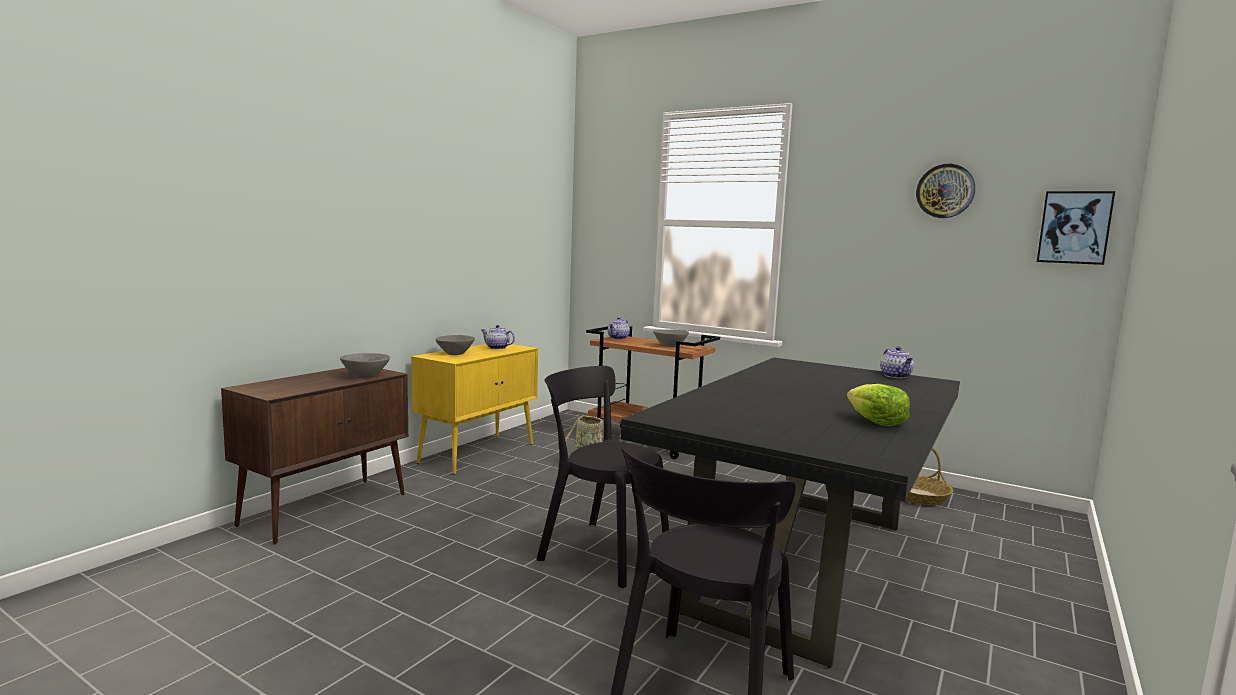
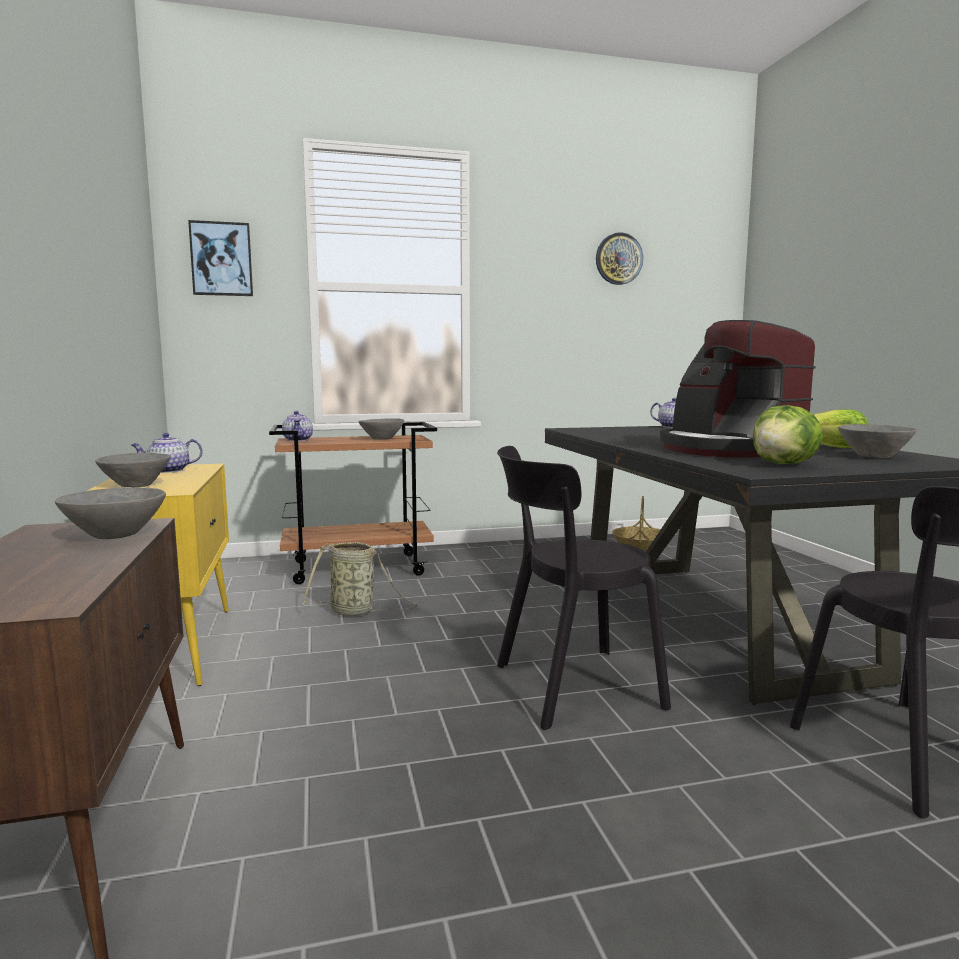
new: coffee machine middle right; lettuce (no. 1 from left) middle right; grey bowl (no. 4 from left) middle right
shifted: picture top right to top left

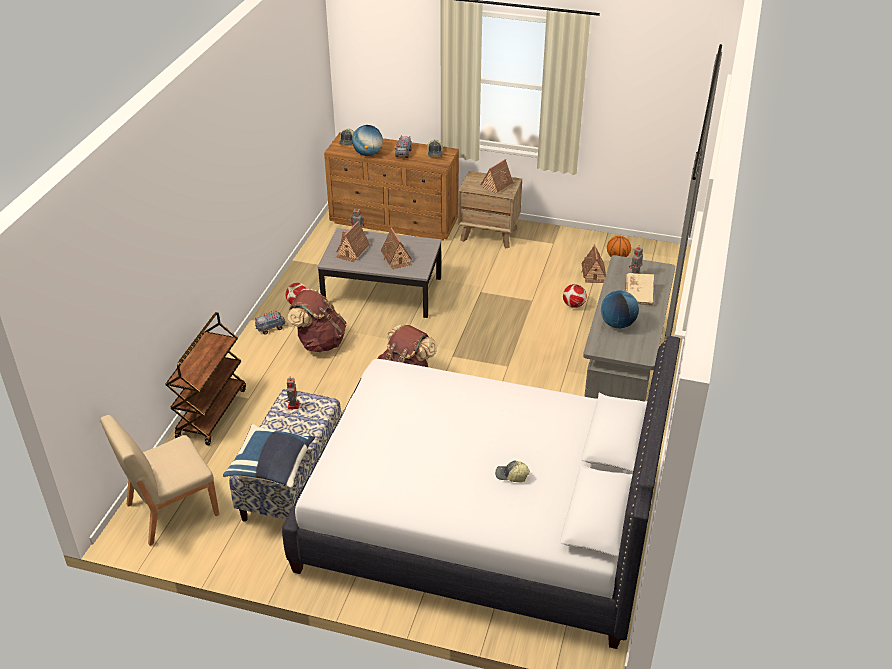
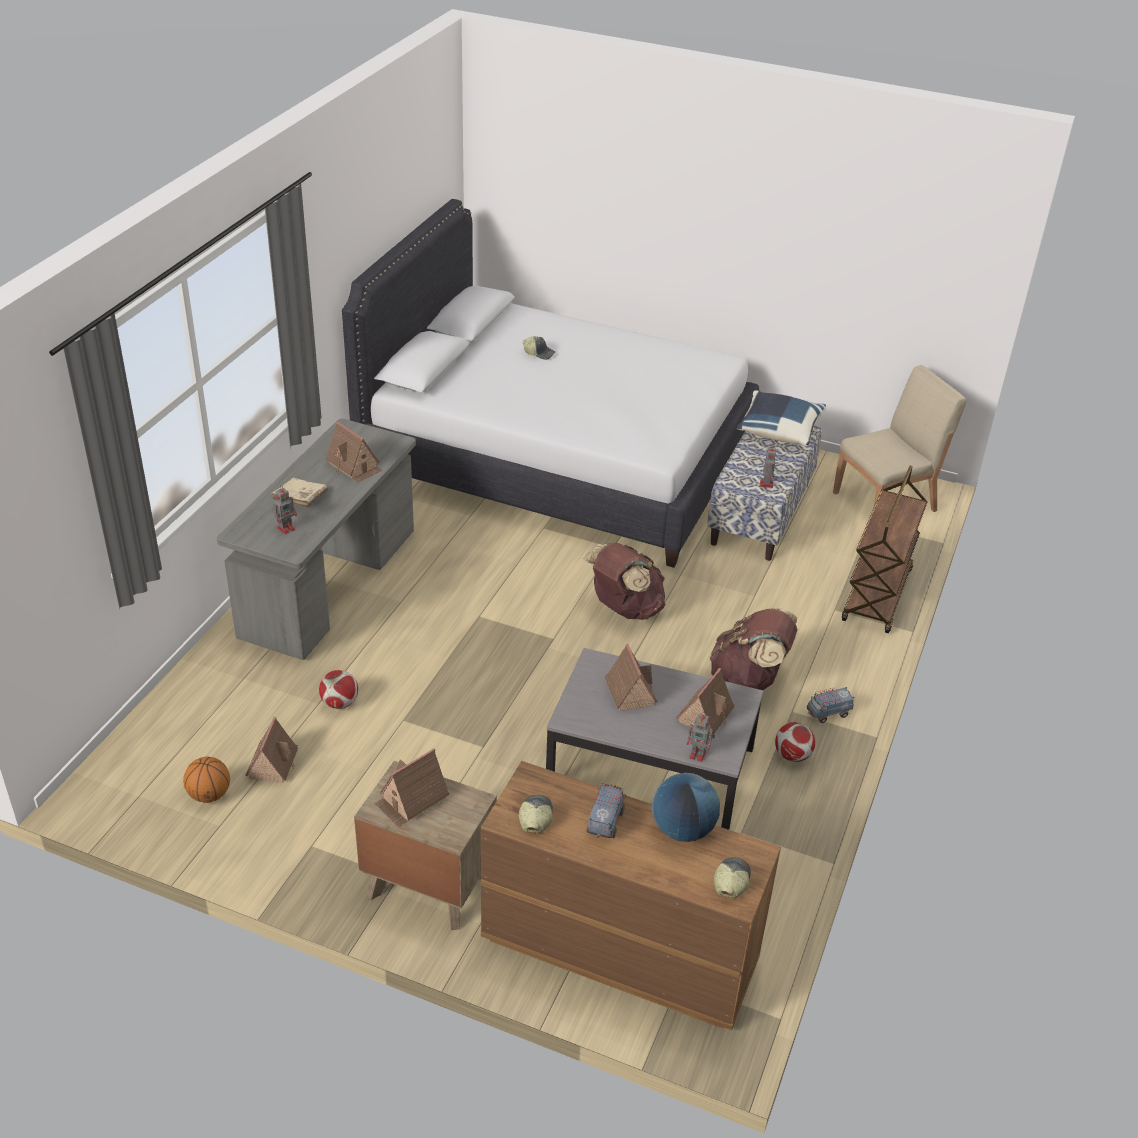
swapped: globe (no. 2 from left) middle right to toy house (no. 2 from left) middle left

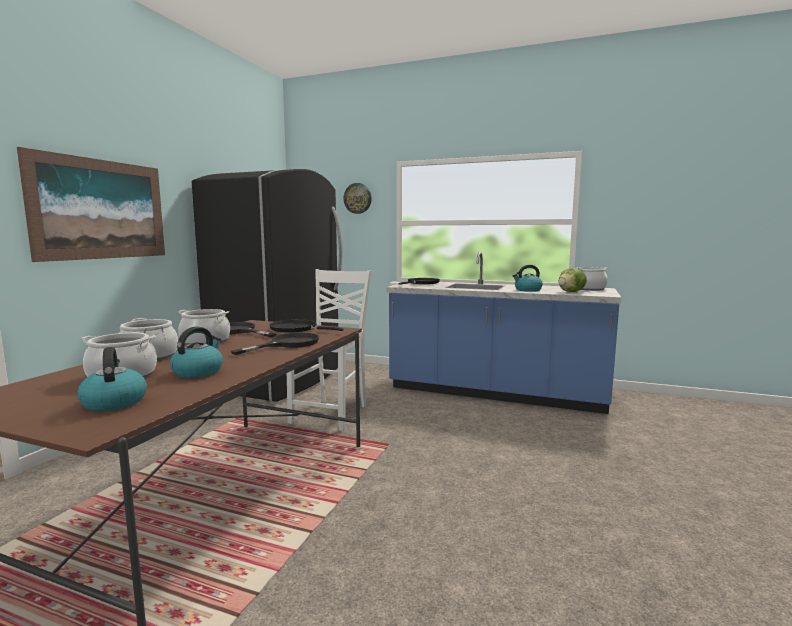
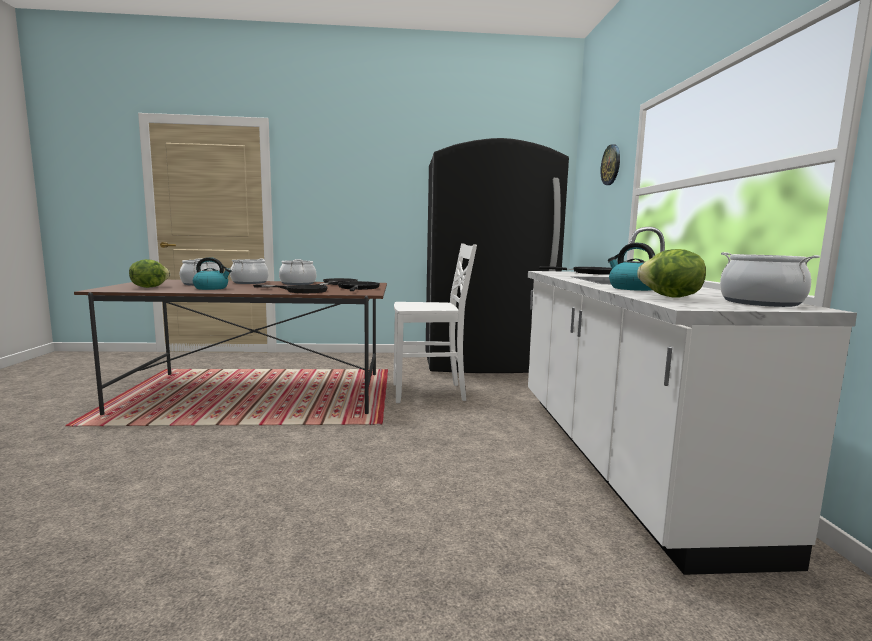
gone: picture top left
swapped: kettle (no. 1 from left) middle left to lettuce (no. 1 from left) middle left
repainted: blue counter centre to white counter middle right

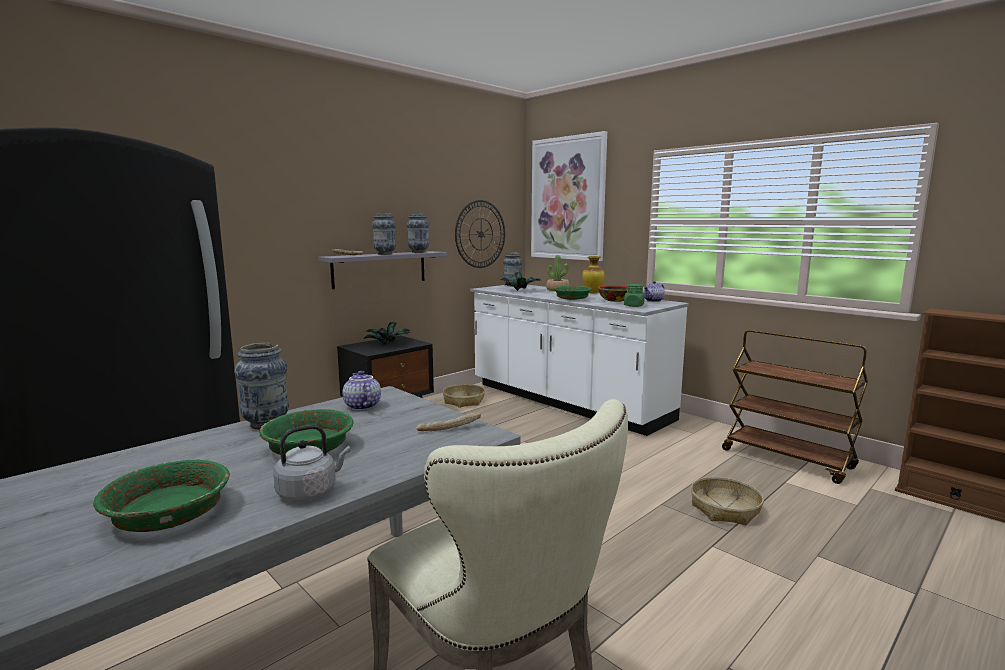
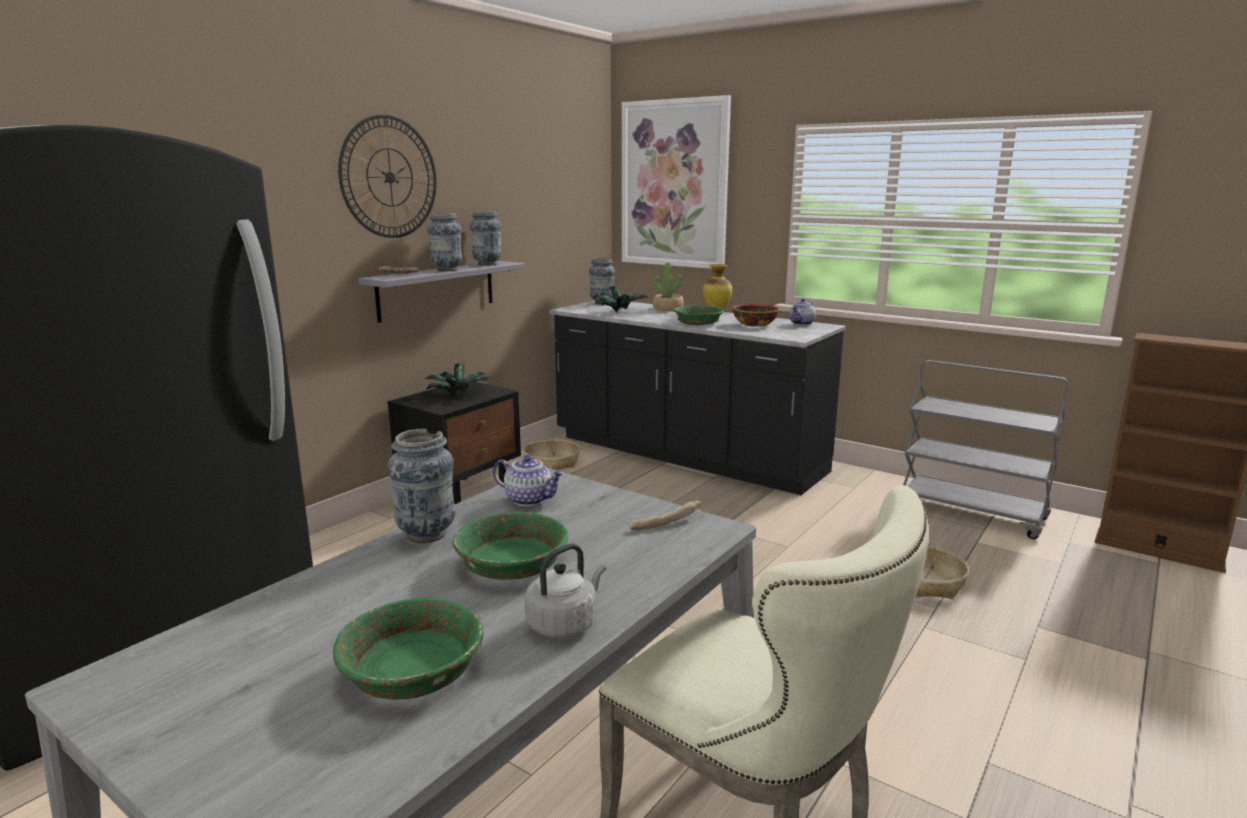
gone: green jar centre
shifted: wall clock centre to top left
repainted: white counter centre to black counter centre; brown cart middle right to grey cart middle right
rotated: teapot (no. 1 from left) centre = centre 150 degrees clockwise

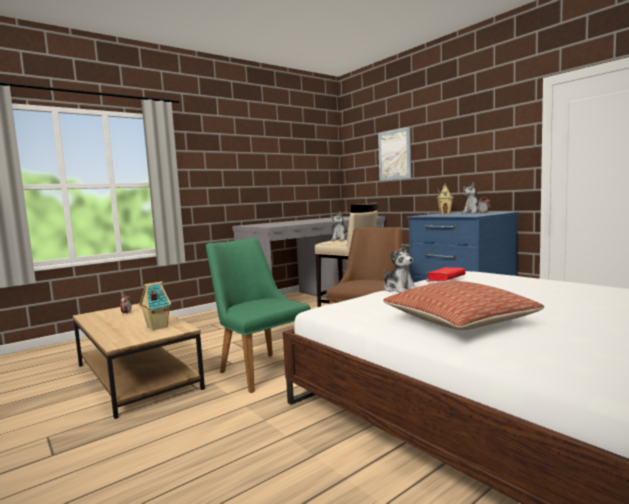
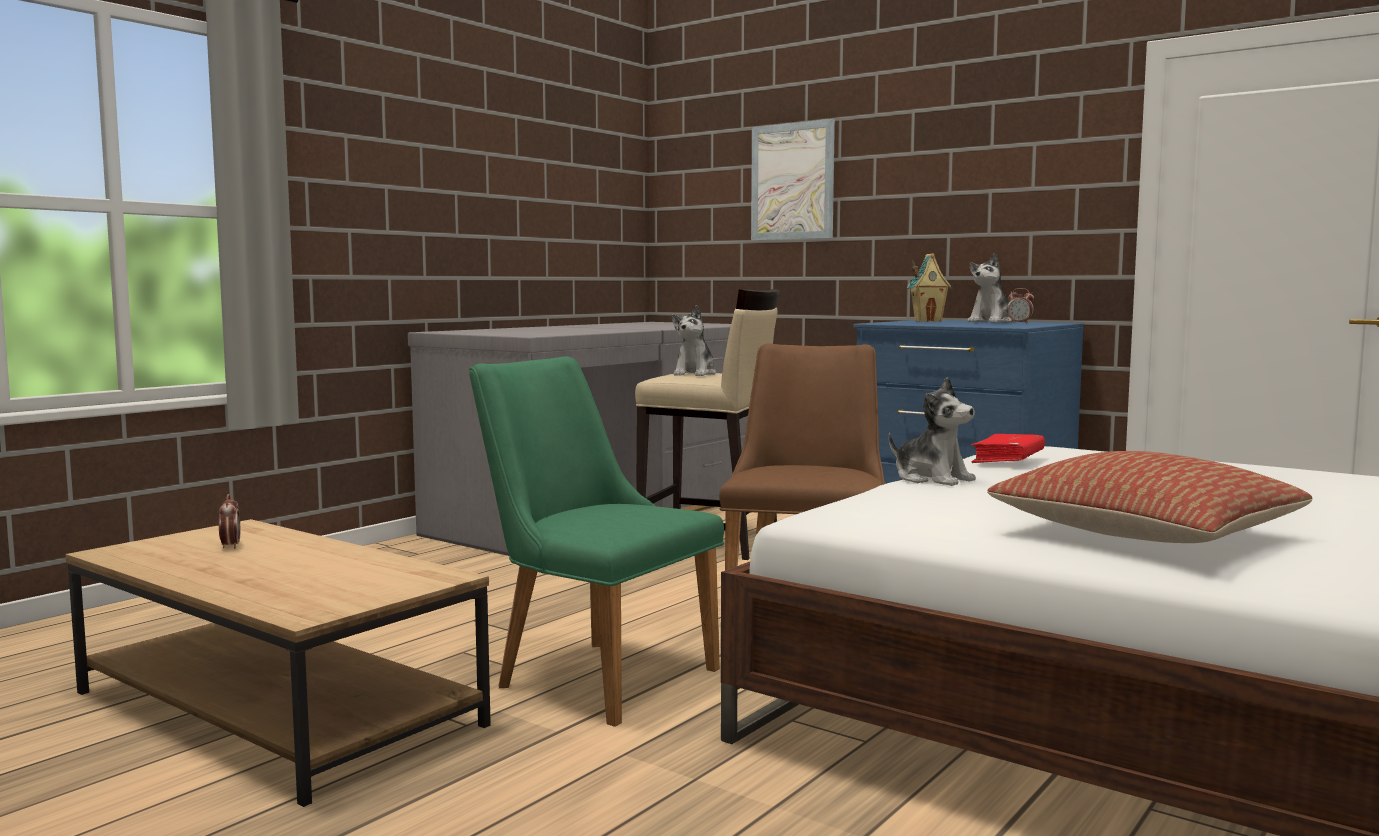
gone: toy house (no. 1 from left) middle left

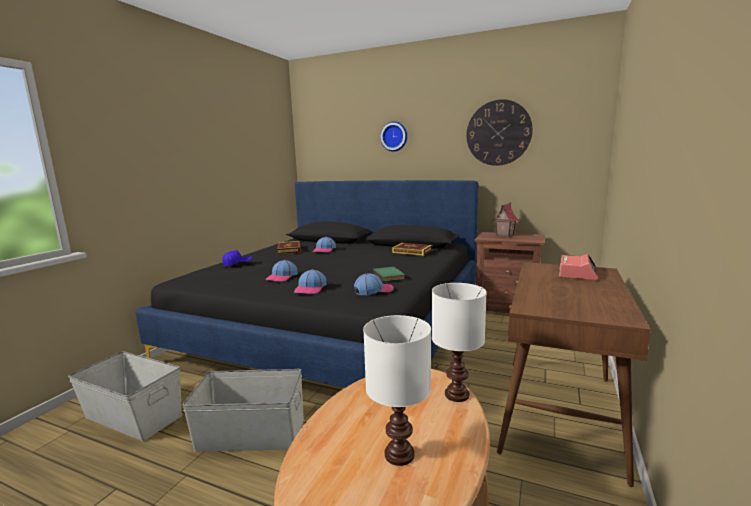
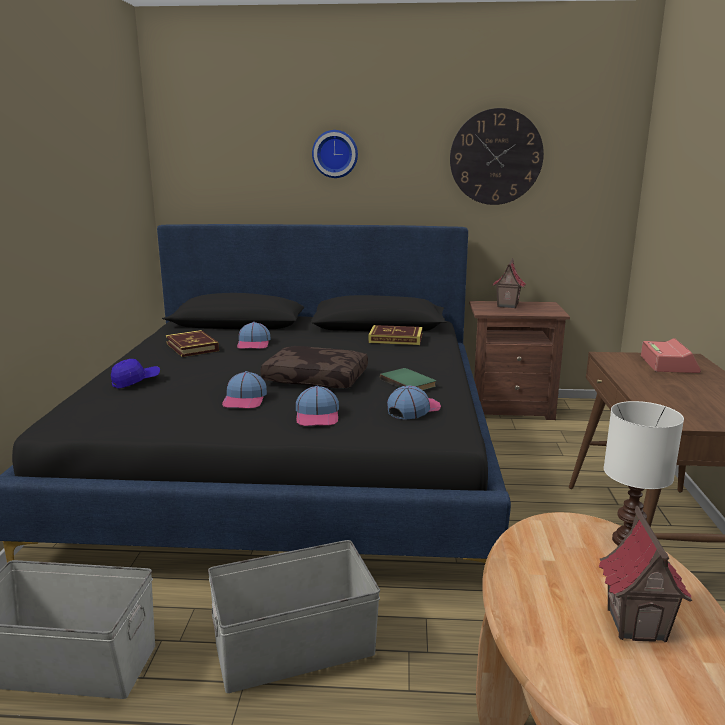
new: brown pillow centre
swapped: white table lamp (no. 1 from left) bottom centre to toy house (no. 2 from left) bottom right

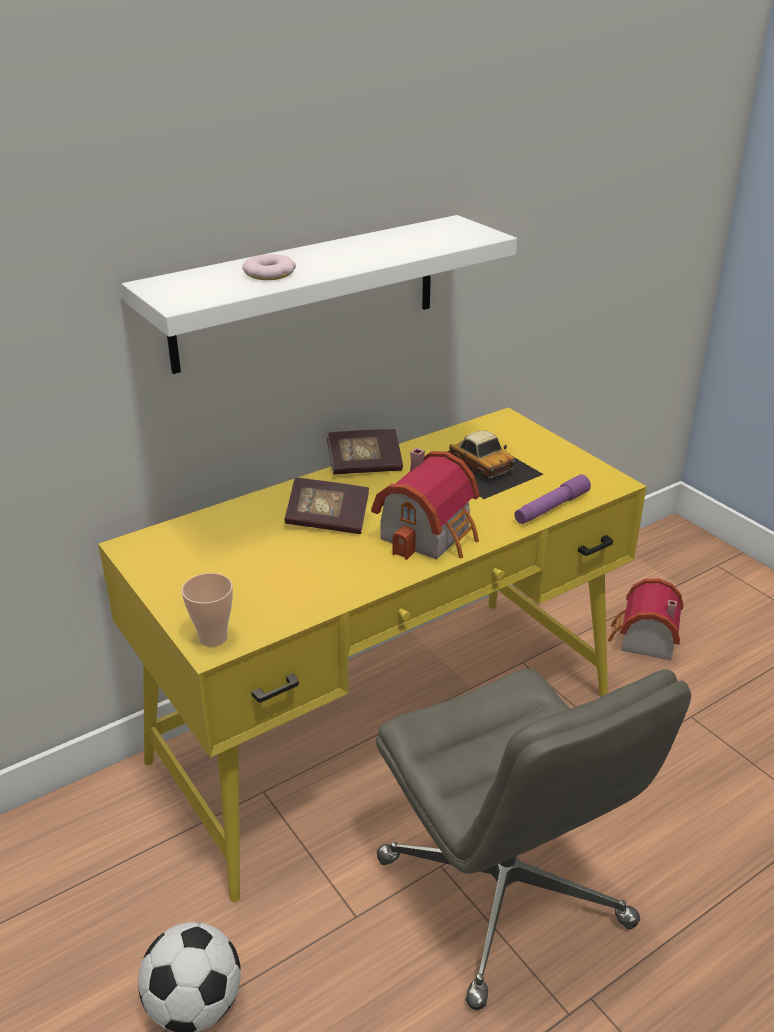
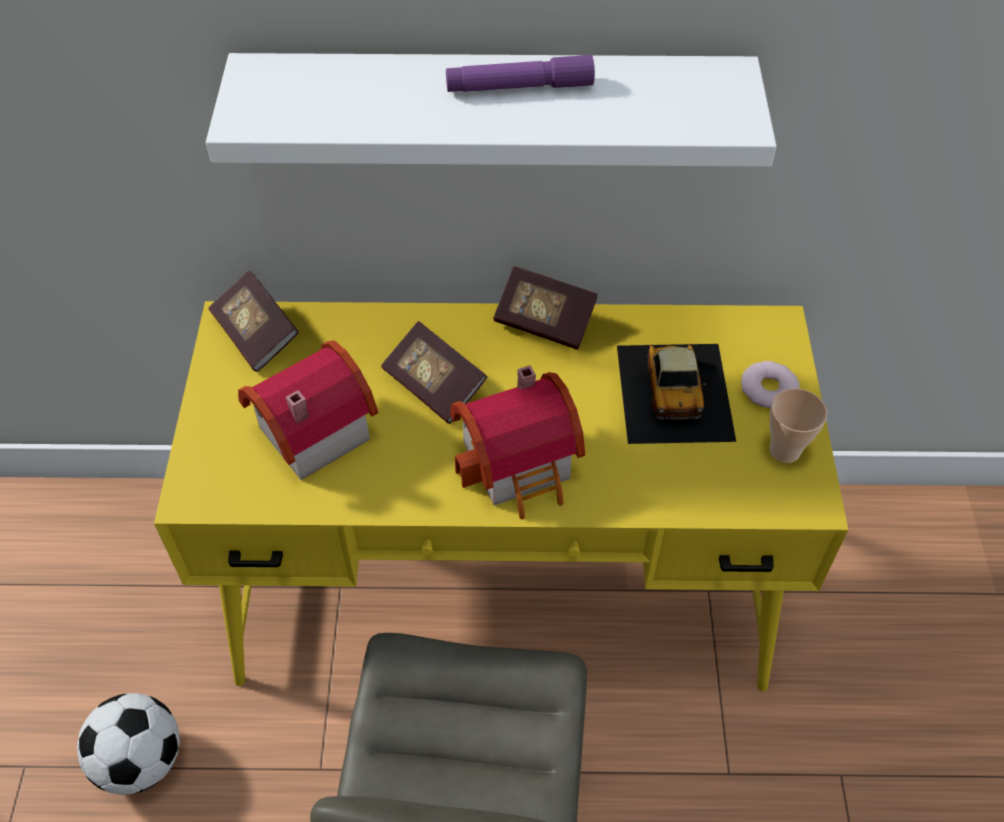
new: book (no. 1 from left) middle left
shifted: cup middle left to middle right; donut top centre to middle right; purple flashlight middle right to top centre; toy house (no. 2 from left in the first image) middle right to toy house (no. 1 from left) middle left

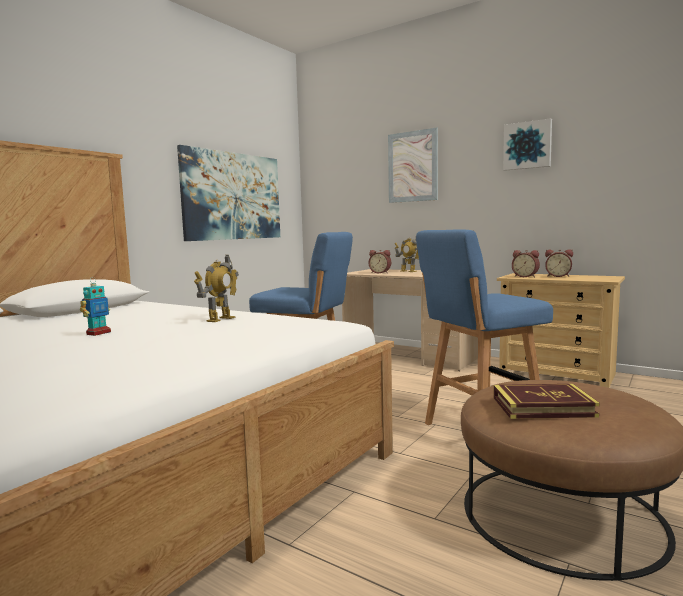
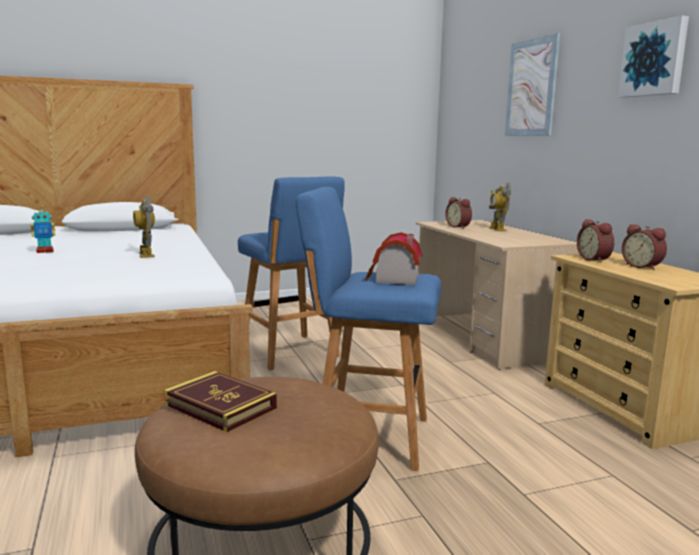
gone: picture (no. 1 from left) top centre
new: toy house centre
rotated: toy robot (no. 2 from left) middle left = middle left 90 degrees clockwise

